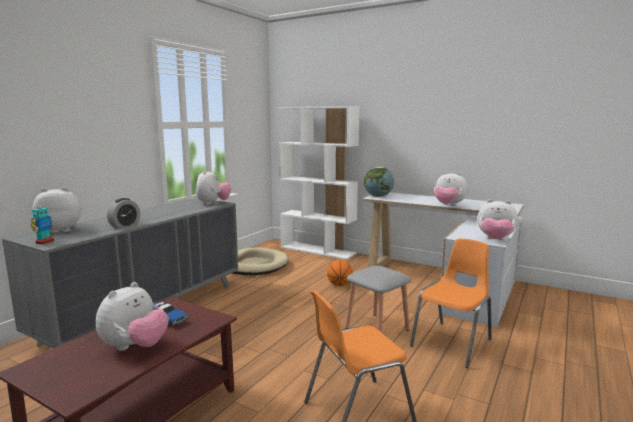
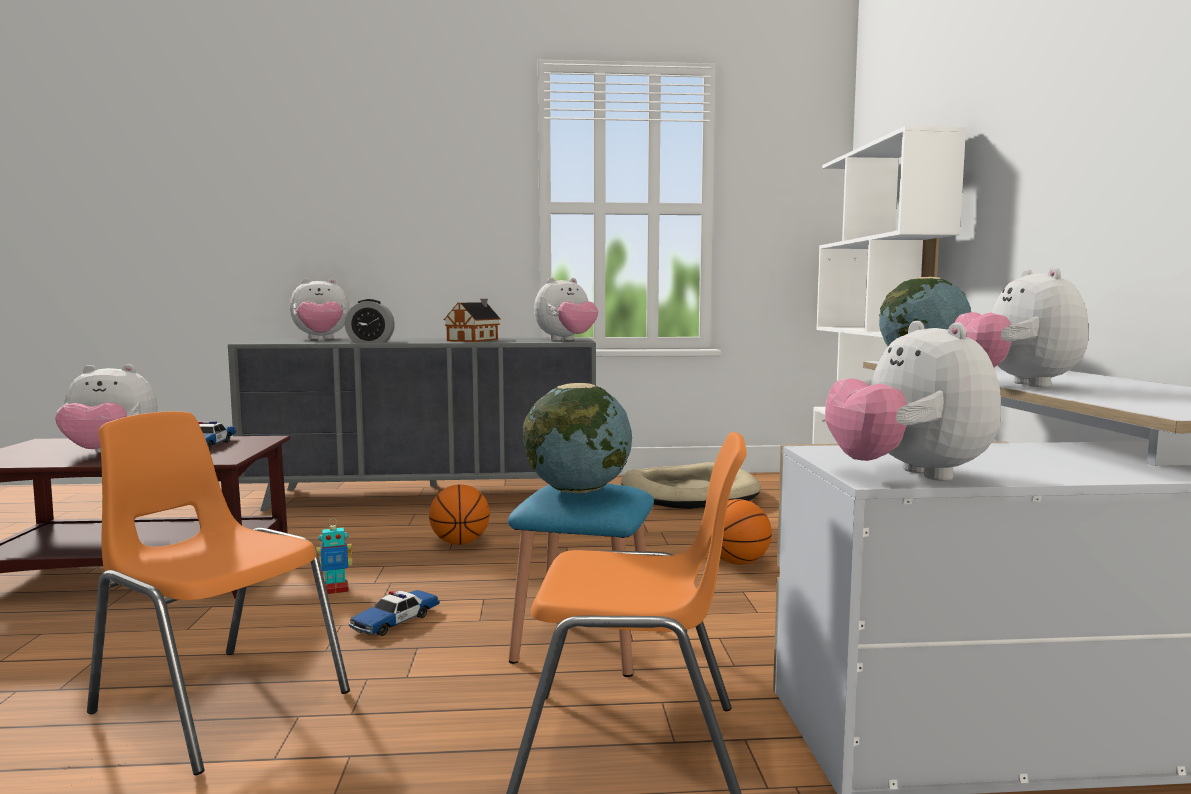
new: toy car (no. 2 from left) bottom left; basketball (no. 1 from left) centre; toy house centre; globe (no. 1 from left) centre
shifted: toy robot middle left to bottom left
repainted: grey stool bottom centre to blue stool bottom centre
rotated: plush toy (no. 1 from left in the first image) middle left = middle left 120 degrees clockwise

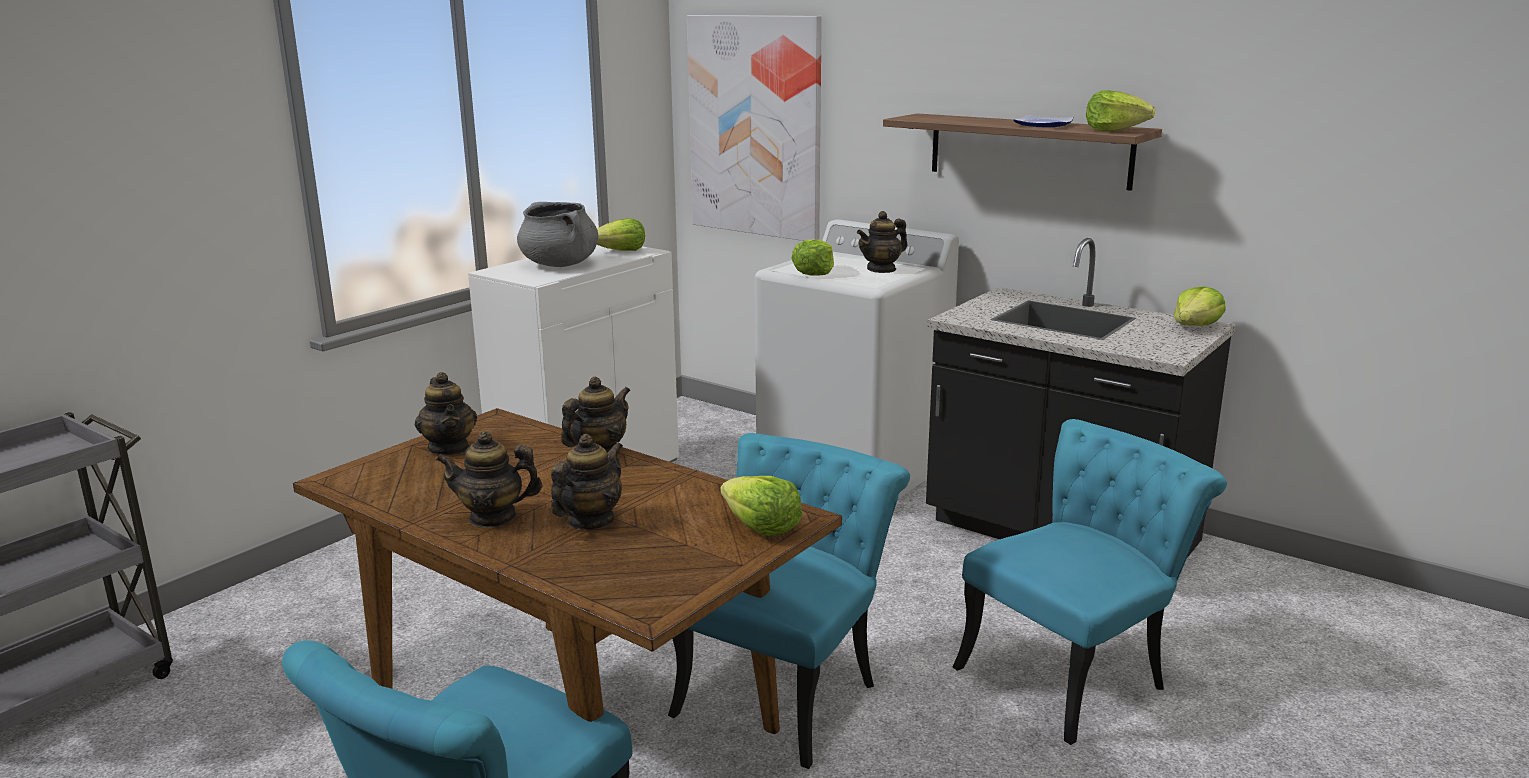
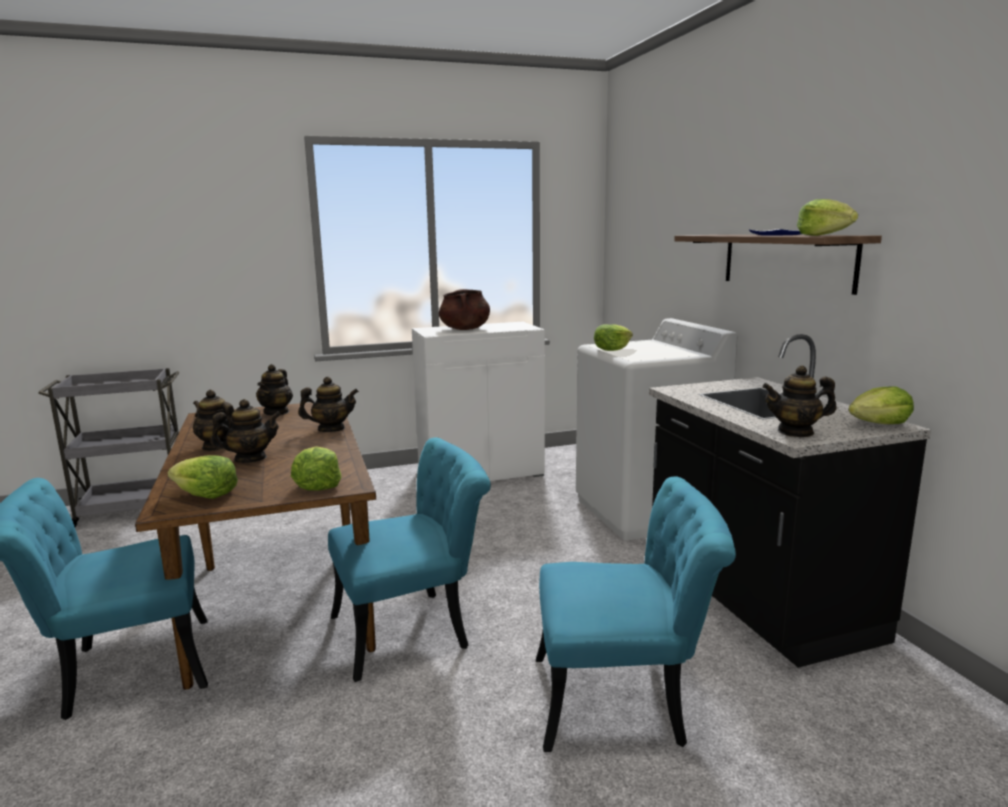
gone: picture top centre
shifted: lettuce (no. 1 from left) top centre to middle left; teapot (no. 5 from left) top centre to middle right
repainted: grey cooking pot top centre to brown cooking pot centre

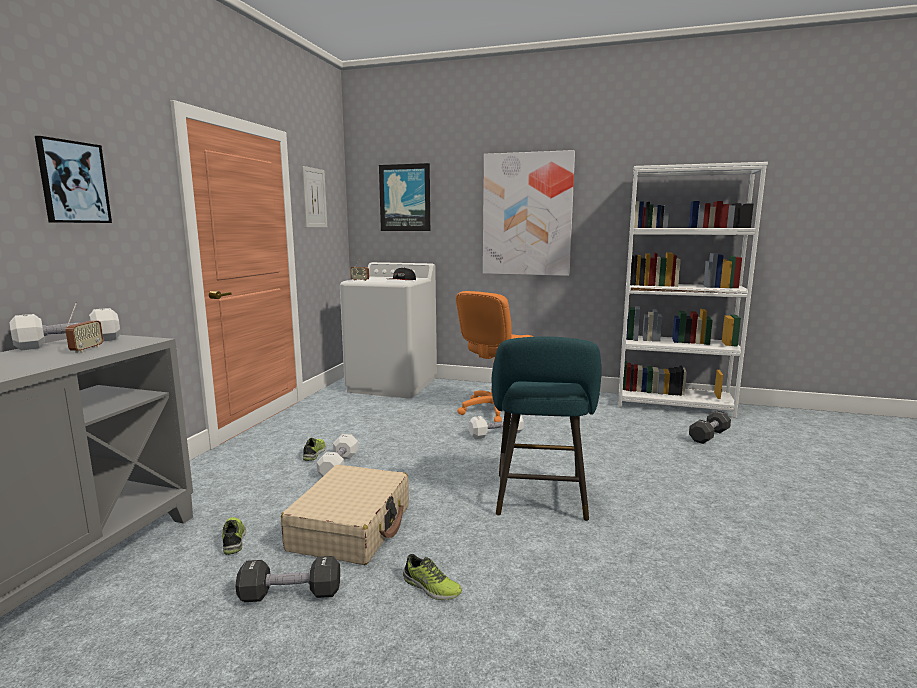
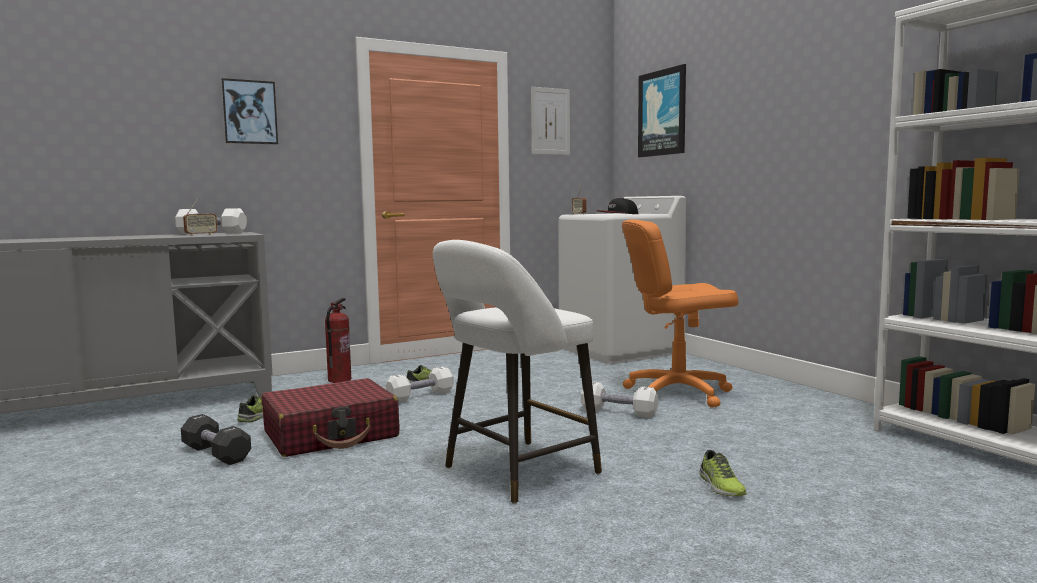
gone: picture (no. 4 from left) top centre; black dumbbell (no. 2 from left) middle right
new: fire extinguisher middle left
shifted: shoe (no. 3 from left) bottom centre to bottom right
repainted: beige suitcase bottom centre to red suitcase bottom left; turquoise stool centre to white stool centre

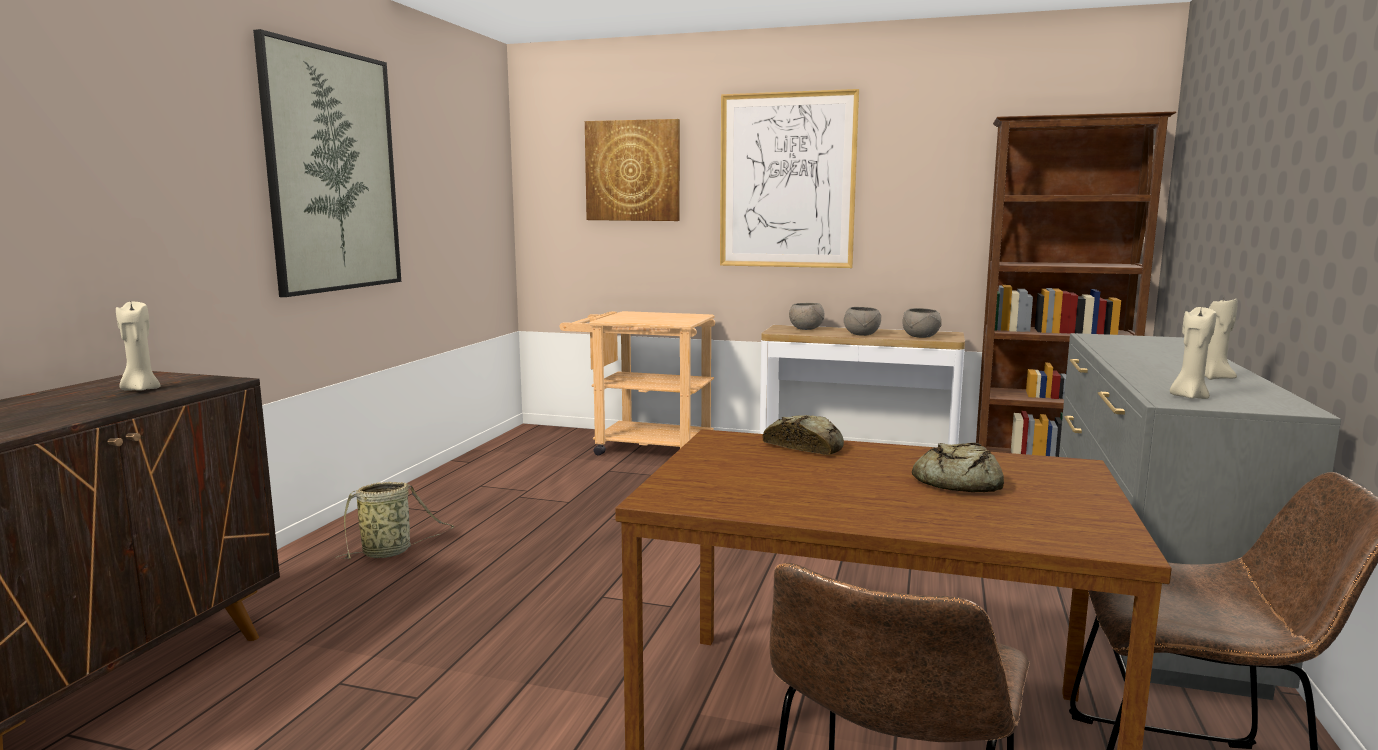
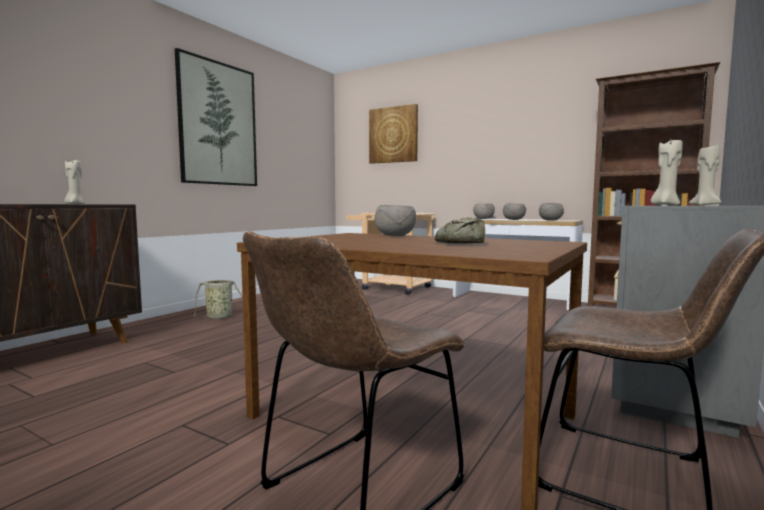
gone: picture (no. 3 from left) top centre
swapped: bread (no. 1 from left) centre to grey bowl (no. 1 from left) centre

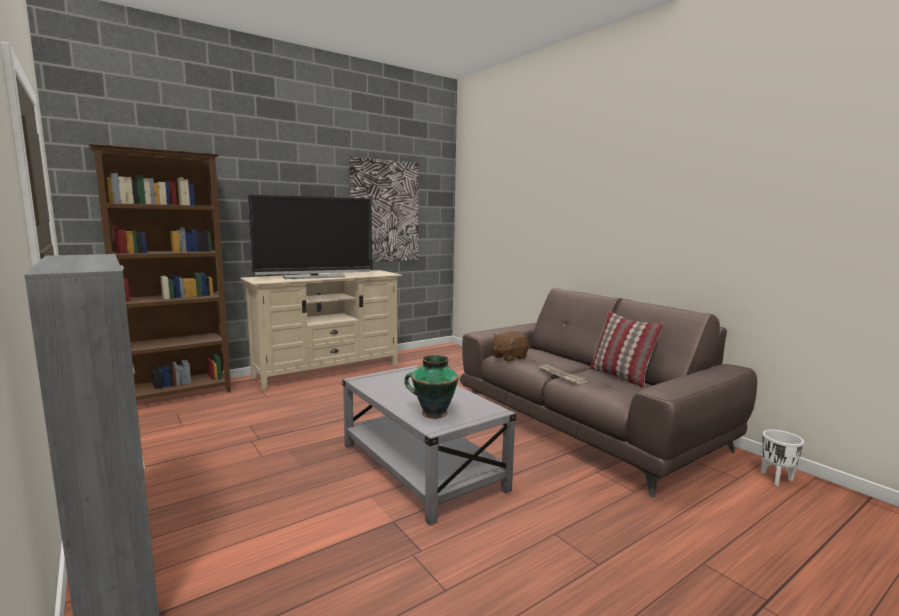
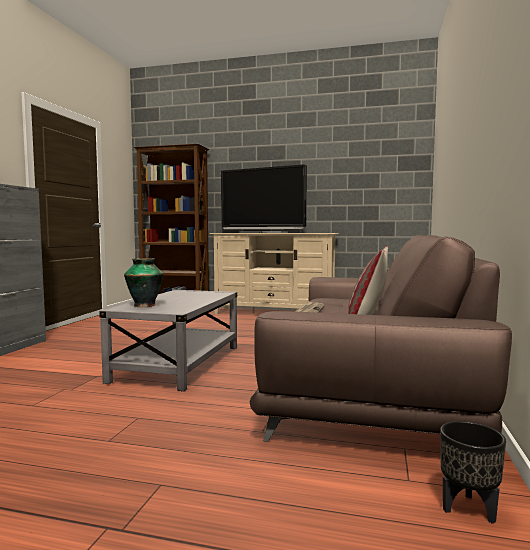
gone: picture centre; brown plush toy centre
repainted: white planter bottom right to black planter bottom right

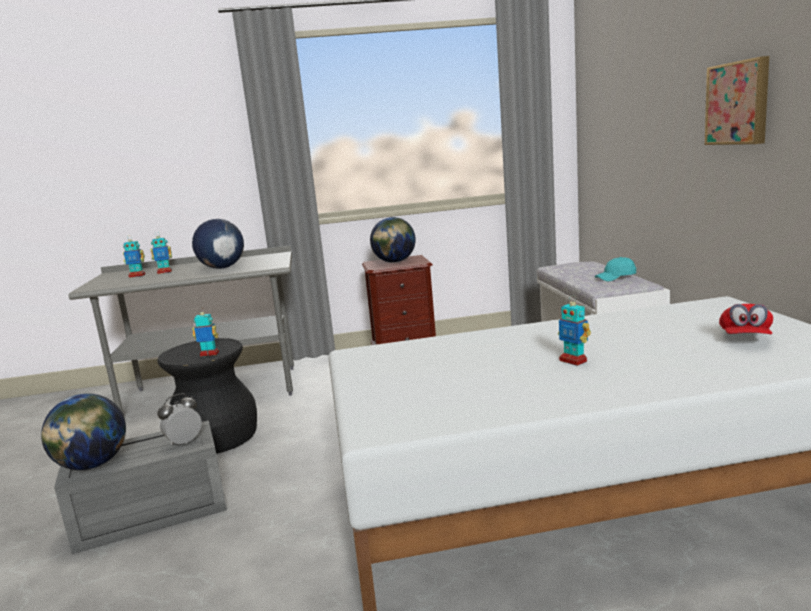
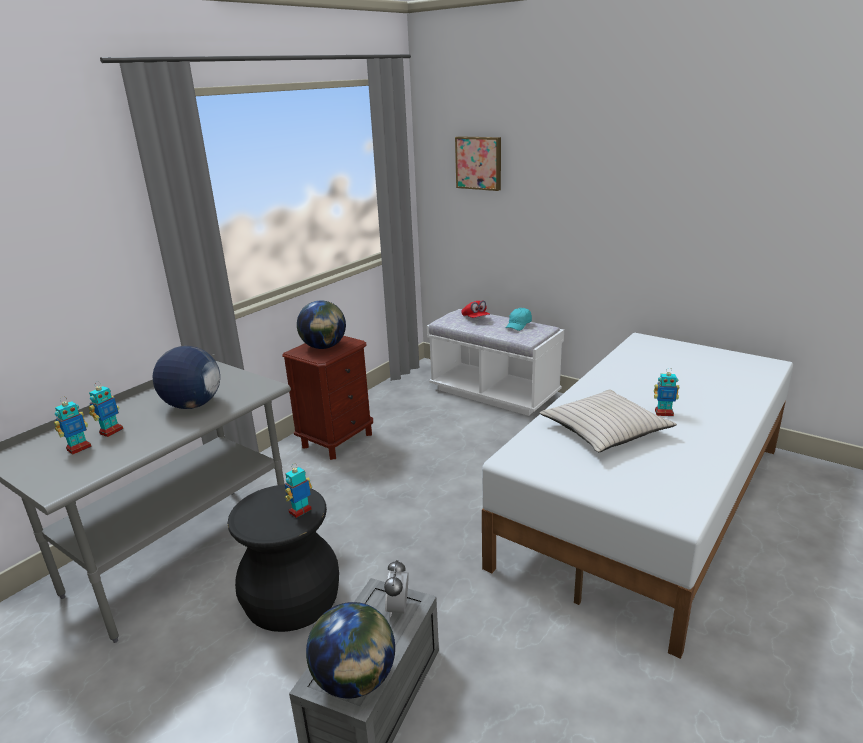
new: beige pillow middle right
shifted: picture top right to top centre; red cap middle right to centre

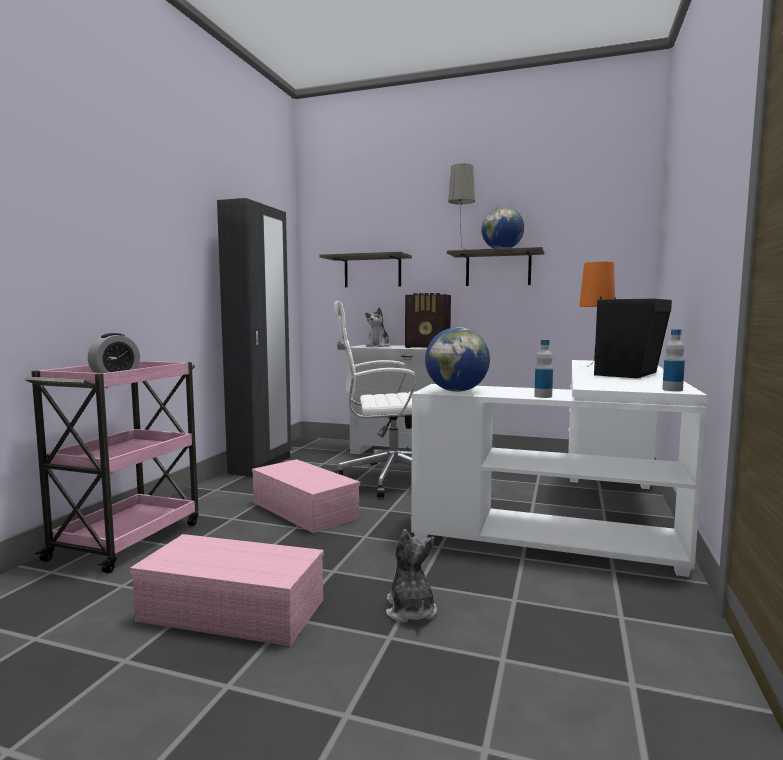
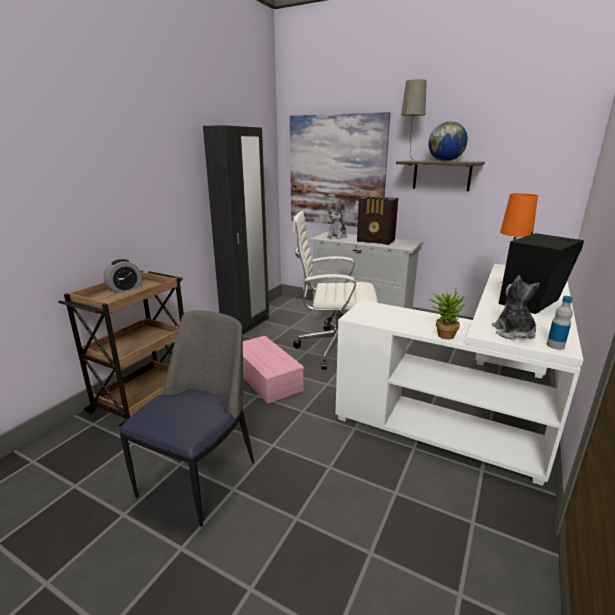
gone: globe (no. 1 from left) centre
shifted: plush toy (no. 2 from left) bottom centre to middle right
swapped: pink storage box (no. 1 from left) bottom left to chair bottom left; shelf (no. 1 from left) centre to picture top centre; bottle (no. 1 from left) middle right to potted plant middle right
repainted: pink cart middle left to brown cart middle left

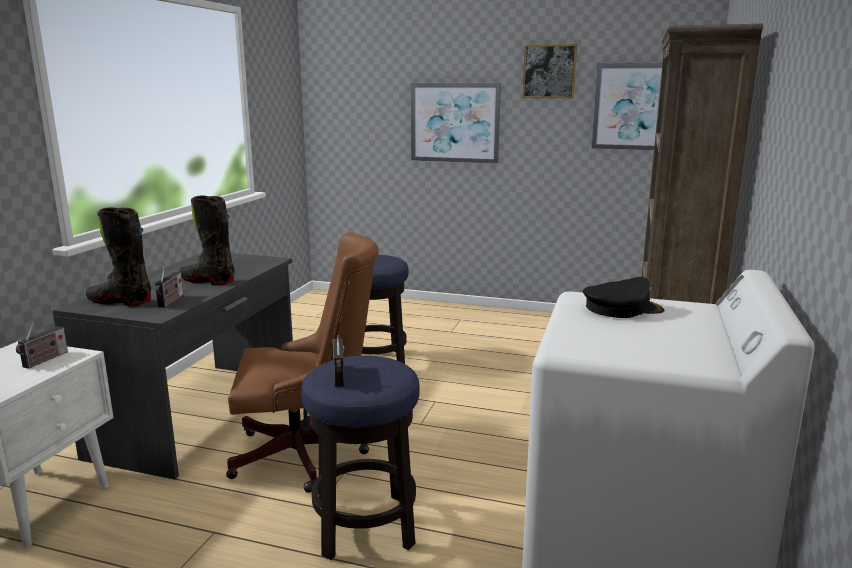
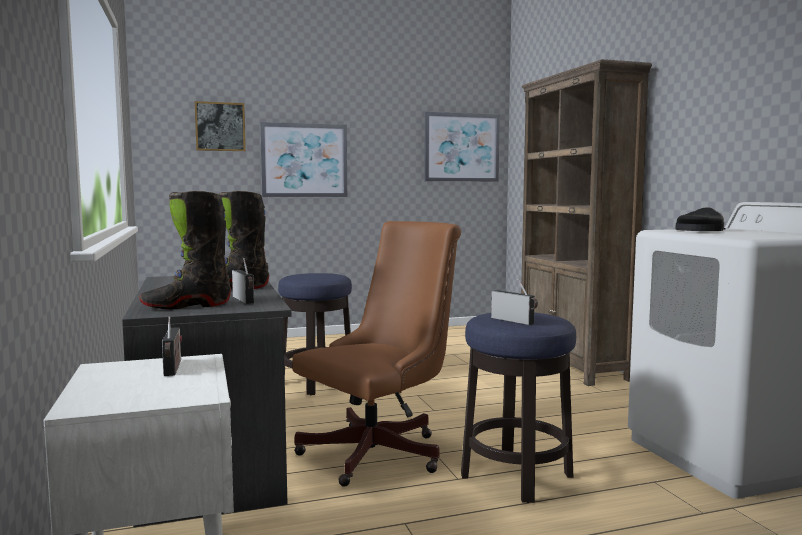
shifted: picture (no. 2 from left in the first image) top centre to picture (no. 1 from left) top left

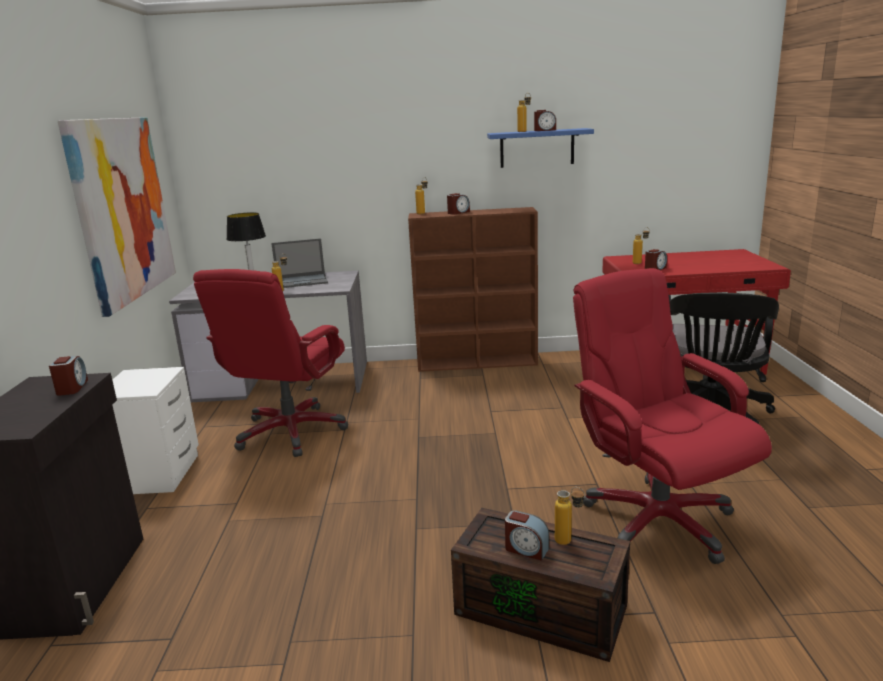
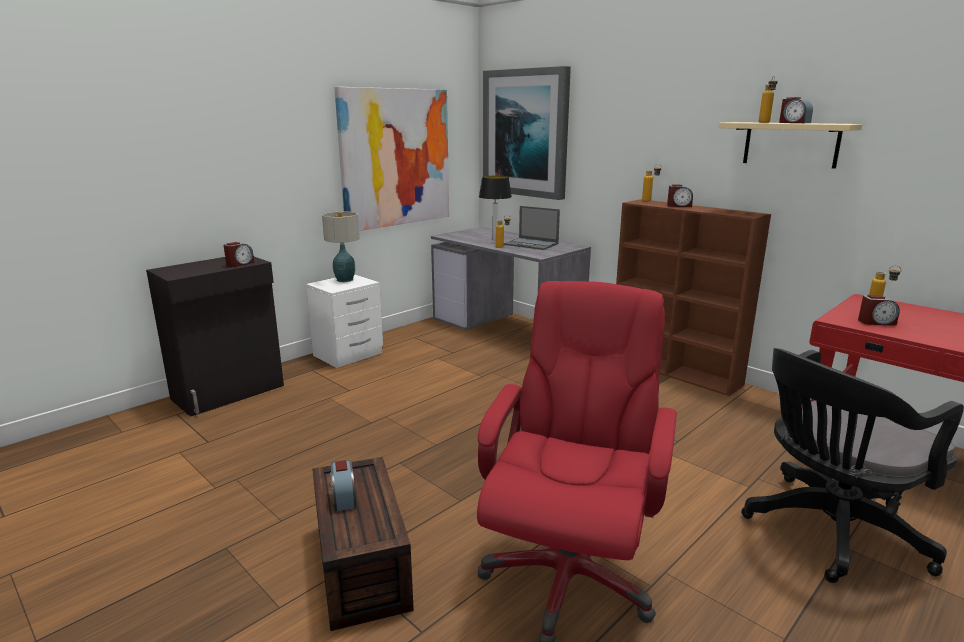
gone: red office chair (no. 1 from left) middle left; bottle (no. 4 from left) bottom centre
new: table lamp (no. 1 from left) centre; picture (no. 2 from left) top centre
repainted: blue shelf top centre to beige shelf top right

